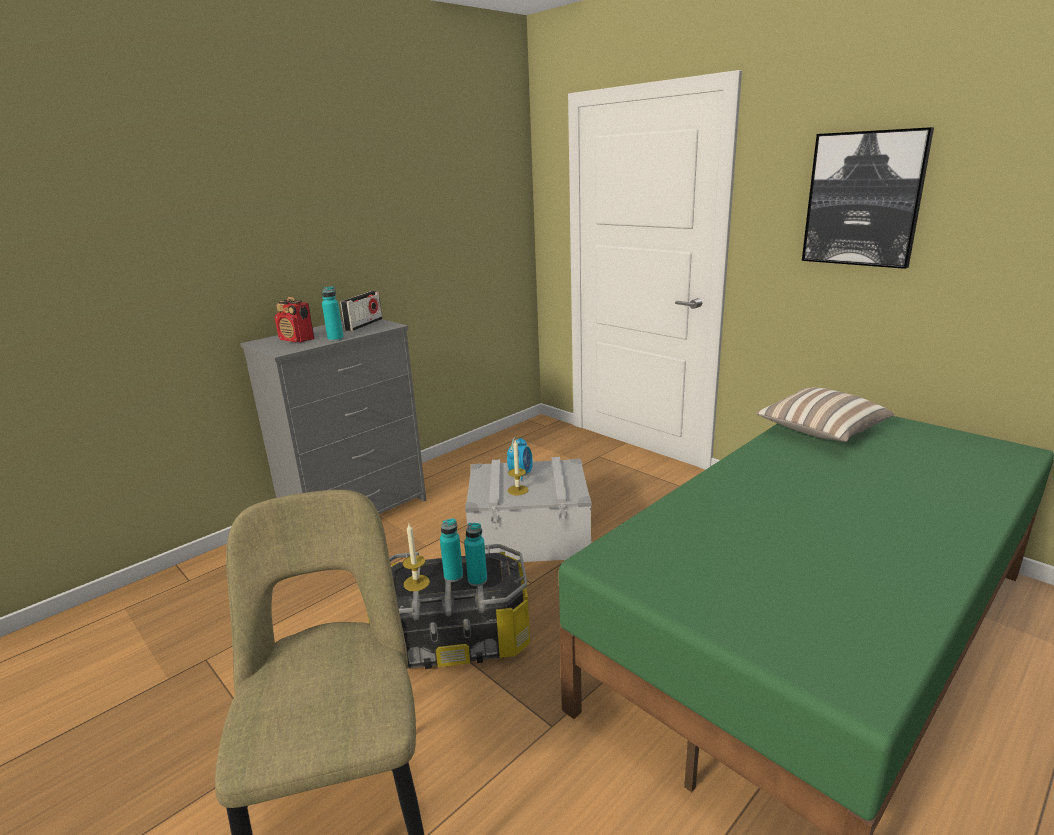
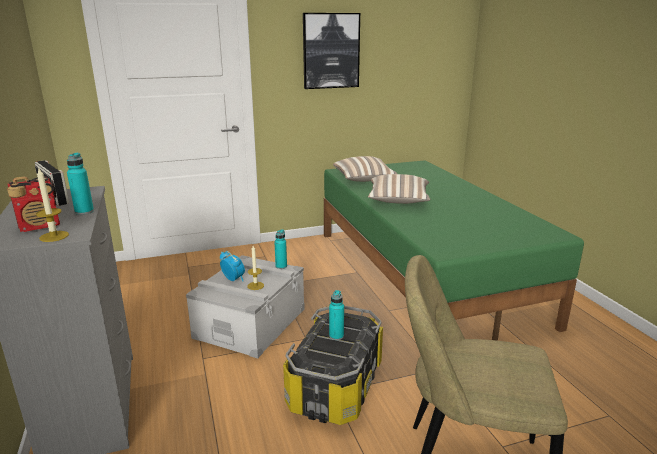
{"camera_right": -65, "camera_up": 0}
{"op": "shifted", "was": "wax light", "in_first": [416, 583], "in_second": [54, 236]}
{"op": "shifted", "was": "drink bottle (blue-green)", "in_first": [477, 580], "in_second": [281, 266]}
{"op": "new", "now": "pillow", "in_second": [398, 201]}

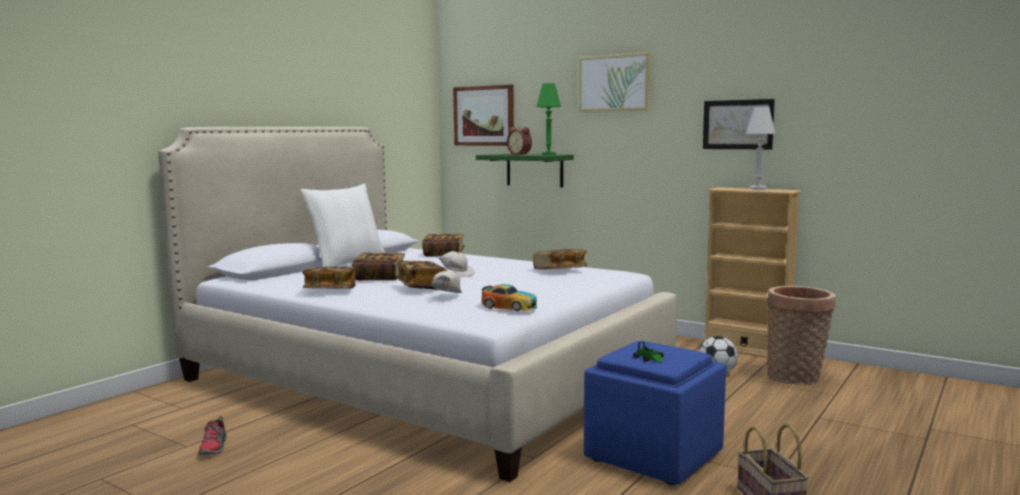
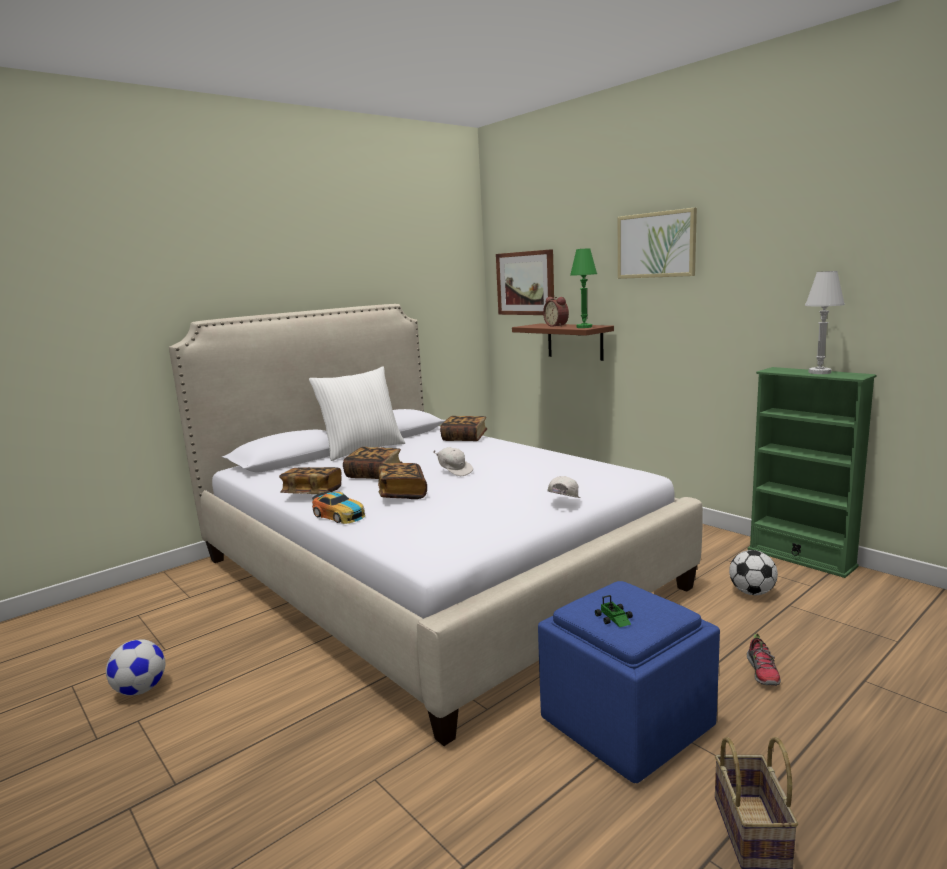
{"camera_right": 15, "camera_up": 5}
{"op": "new", "now": "football ball", "in_second": [140, 690]}
{"op": "shifted", "was": "model car", "in_first": [509, 306], "in_second": [339, 515]}
{"op": "repainted", "was": "wall shelf (green-coloured)", "now": "wall shelf (brown-coloured)", "in_first": [534, 170], "in_second": [575, 341]}
{"op": "shifted", "was": "peaked cap (white)", "in_first": [446, 297], "in_second": [563, 503]}
{"op": "shifted", "was": "low shoe", "in_first": [214, 448], "in_second": [763, 672]}
{"op": "repainted", "was": "bookcase (beige-coloured)", "now": "bookcase (green-coloured)", "in_first": [746, 350], "in_second": [801, 558]}
{"op": "gone", "was": "bound book", "in_first": [560, 271]}
{"op": "gone", "was": "picture", "in_first": [737, 124]}
{"op": "gone", "was": "storage basket", "in_first": [796, 377]}

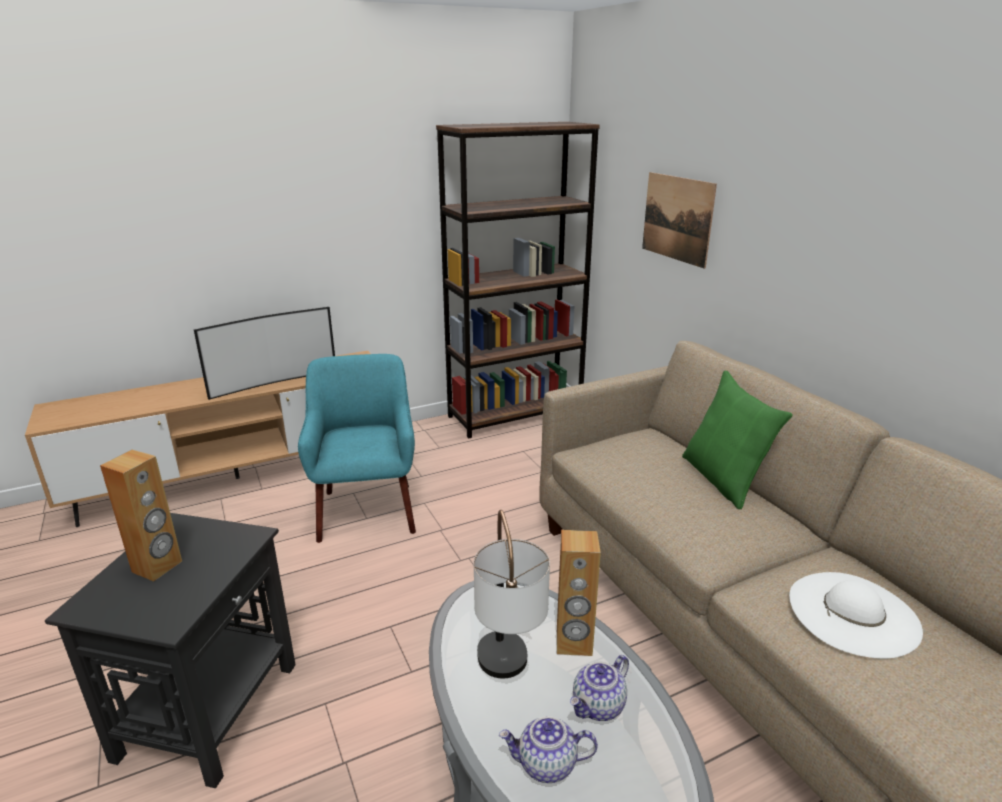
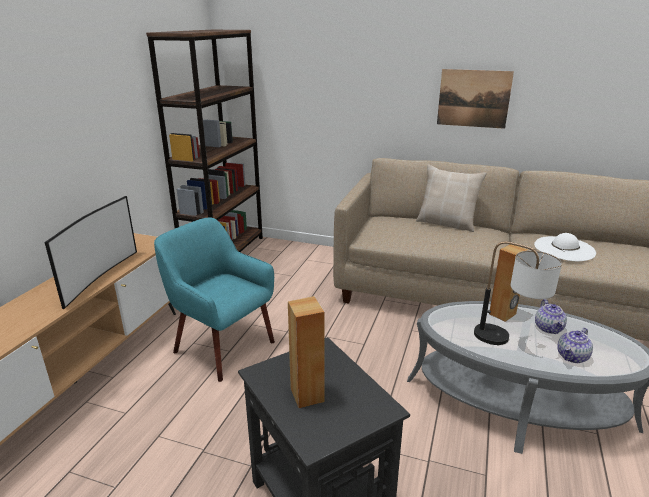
{"camera_right": -45, "camera_up": 0}
{"op": "repainted", "was": "pillow (green-coloured)", "now": "pillow (beige-coloured)", "in_first": [724, 479], "in_second": [447, 223]}
{"op": "shifted", "was": "picture", "in_first": [677, 218], "in_second": [473, 98]}

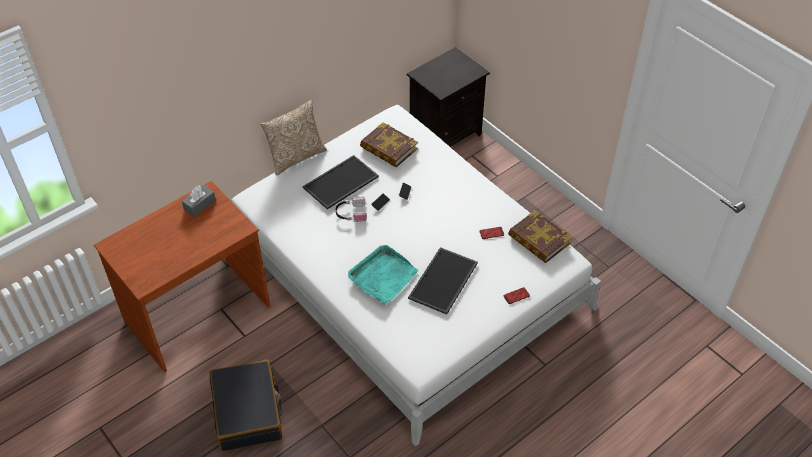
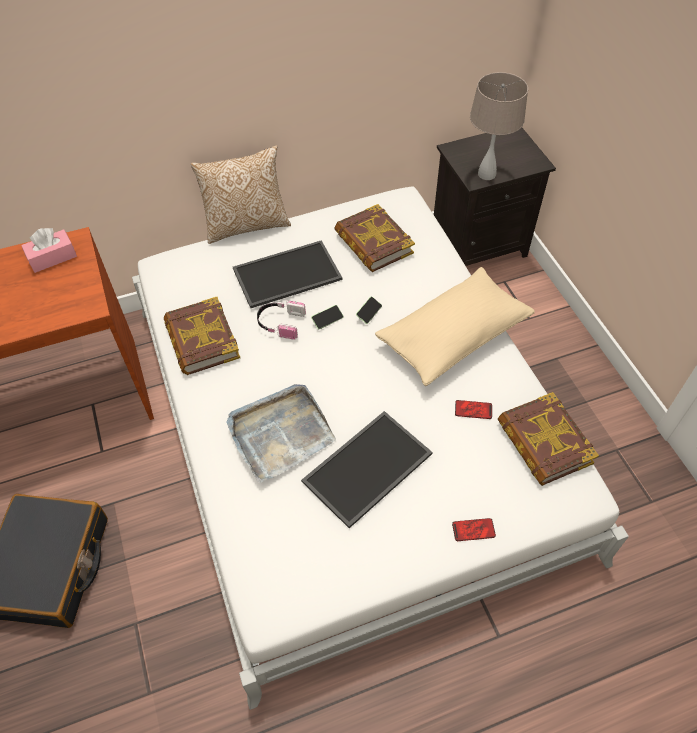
{"camera_right": 20, "camera_up": 5}
{"op": "repainted", "was": "tissue box (gray)", "now": "tissue box (pink)", "in_first": [199, 205], "in_second": [52, 257]}
{"op": "new", "now": "bound book", "in_second": [202, 340]}
{"op": "repainted", "was": "tray (blue-green)", "now": "tray (gray)", "in_first": [382, 276], "in_second": [280, 433]}
{"op": "new", "now": "pillow (beige-coloured)", "in_second": [453, 336]}
{"op": "new", "now": "table lamp (beige-coloured)", "in_second": [487, 174]}

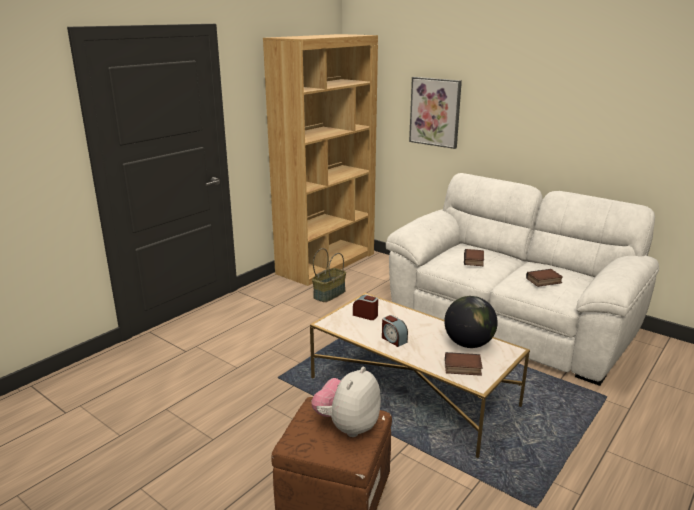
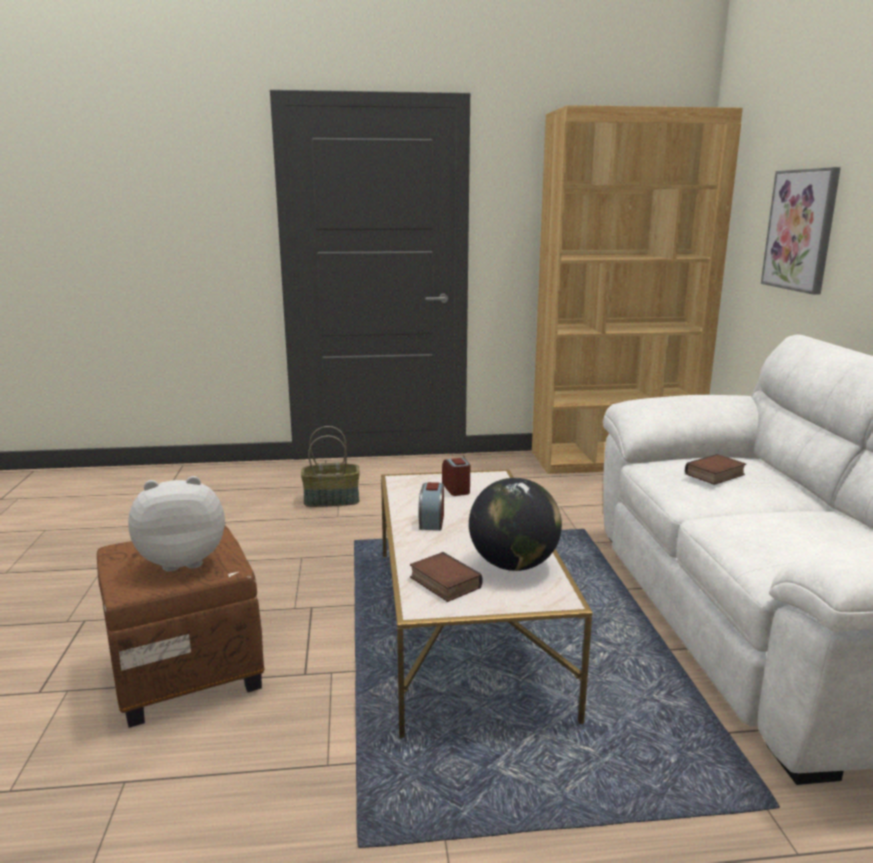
{"camera_right": 45, "camera_up": -5}
{"op": "shifted", "was": "storage basket", "in_first": [329, 294], "in_second": [332, 500]}
{"op": "gone", "was": "bound book", "in_first": [544, 281]}

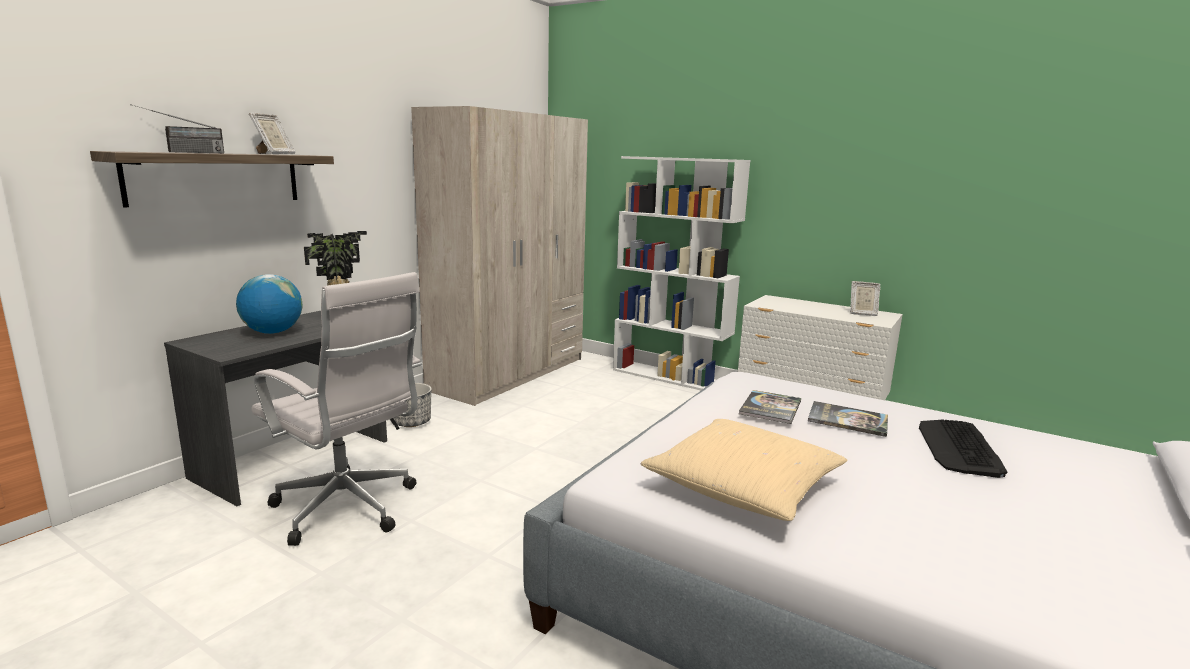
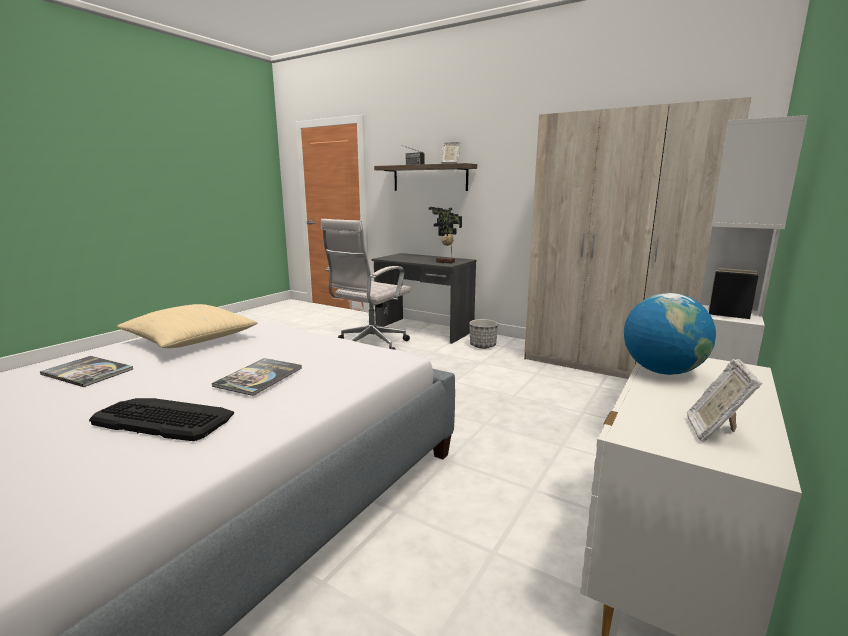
{"camera_right": 90, "camera_up": 0}
{"op": "shifted", "was": "bound book", "in_first": [770, 408], "in_second": [87, 372]}
{"op": "shifted", "was": "globe", "in_first": [272, 332], "in_second": [662, 371]}

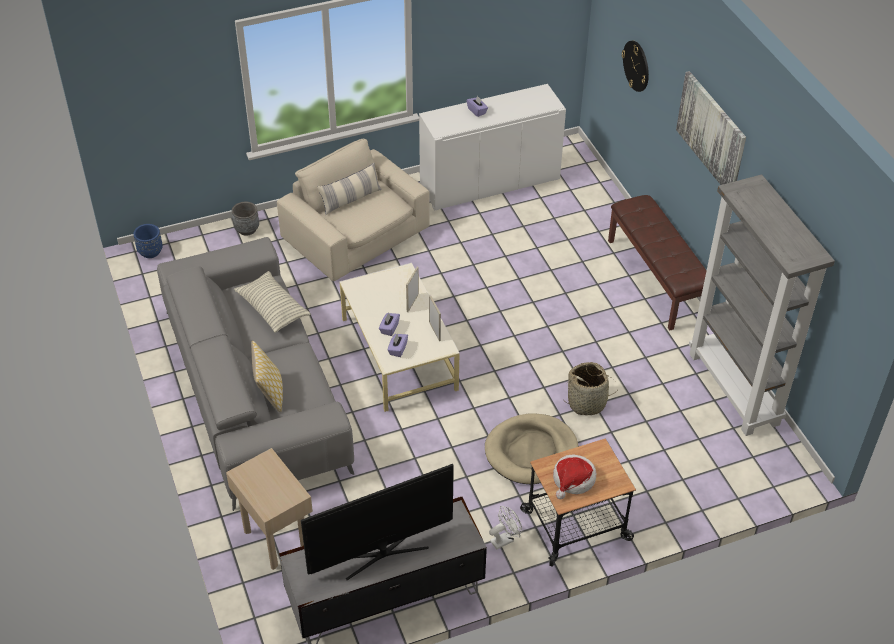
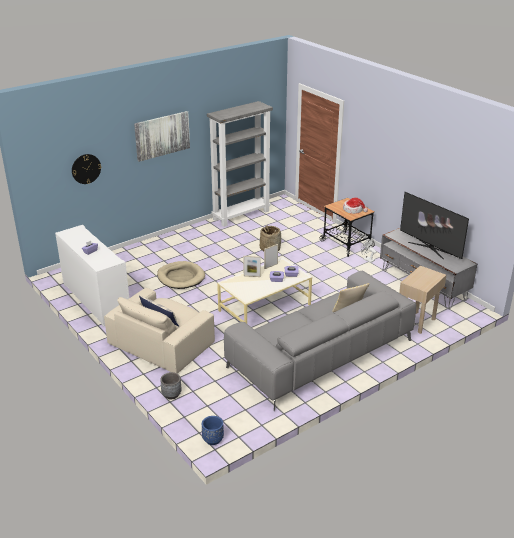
{"camera_right": -105, "camera_up": -15}
{"op": "shifted", "was": "pet bed (beige-coloured)", "in_first": [531, 451], "in_second": [181, 277]}
{"op": "gone", "was": "pillow", "in_first": [272, 309]}
{"op": "gone", "was": "indoor bench (brown-coloured)", "in_first": [656, 279]}

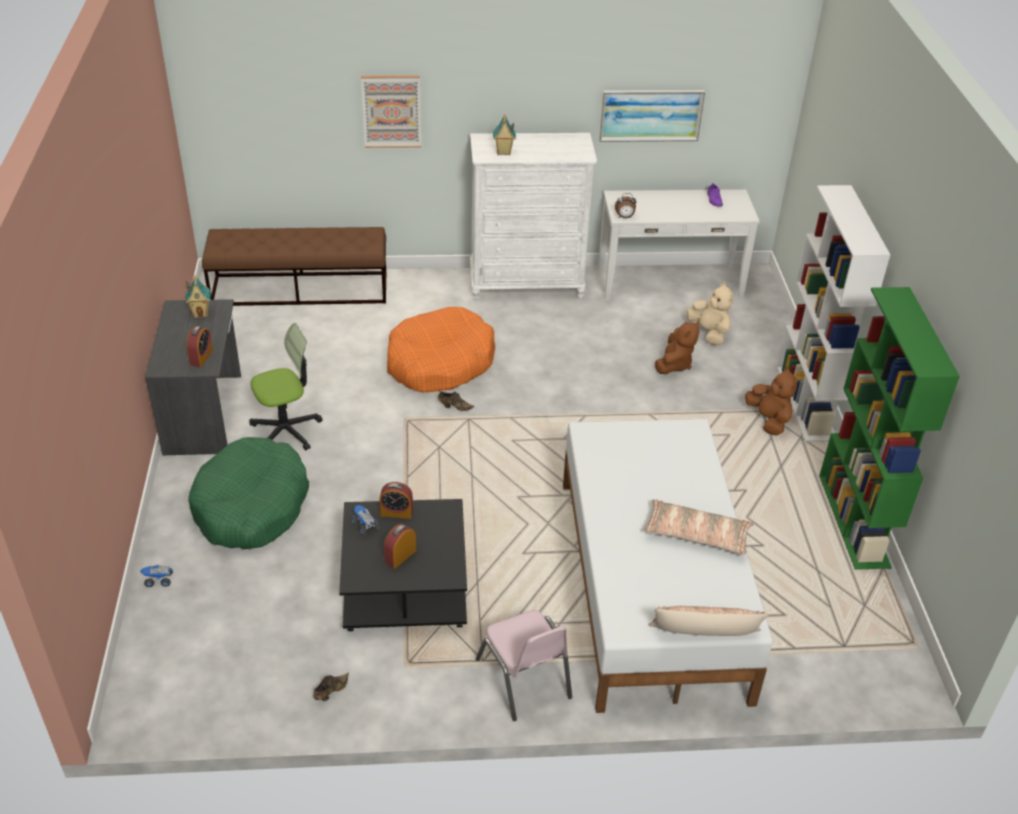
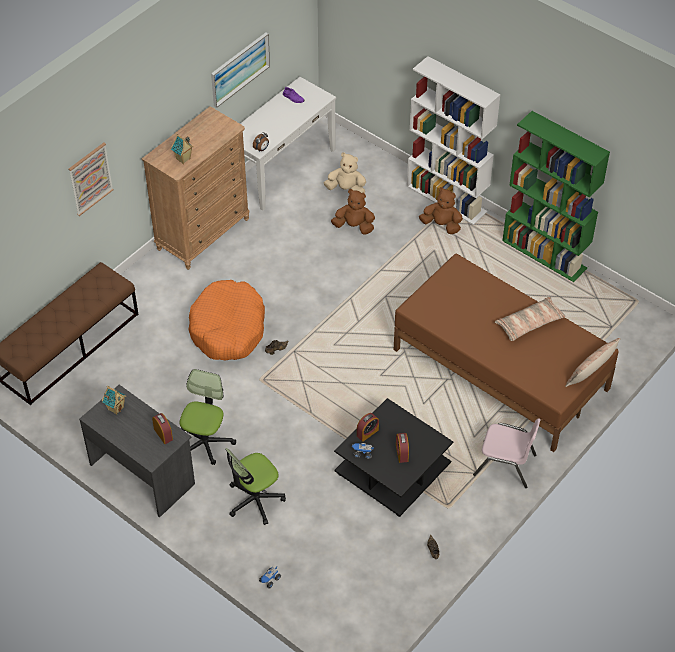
{"camera_right": -45, "camera_up": 10}
{"op": "repainted", "was": "dresser (white)", "now": "dresser (brown-coloured)", "in_first": [526, 284], "in_second": [203, 234]}
{"op": "swapped", "was": "pet bed (green-coloured)", "now": "desk chair", "in_first": [251, 506], "in_second": [255, 500]}
{"op": "rotated", "was": "soft toy (brown-coloured)", "in_first": [674, 364], "in_second": [354, 226], "clockwise": -60}
{"op": "repainted", "was": "sleeping bed (white)", "now": "sleeping bed (brown-coloured)", "in_first": [649, 587], "in_second": [500, 370]}

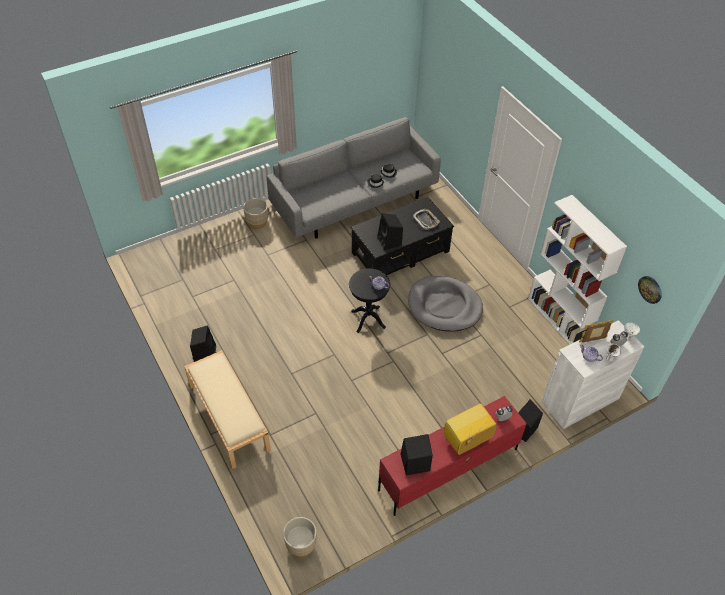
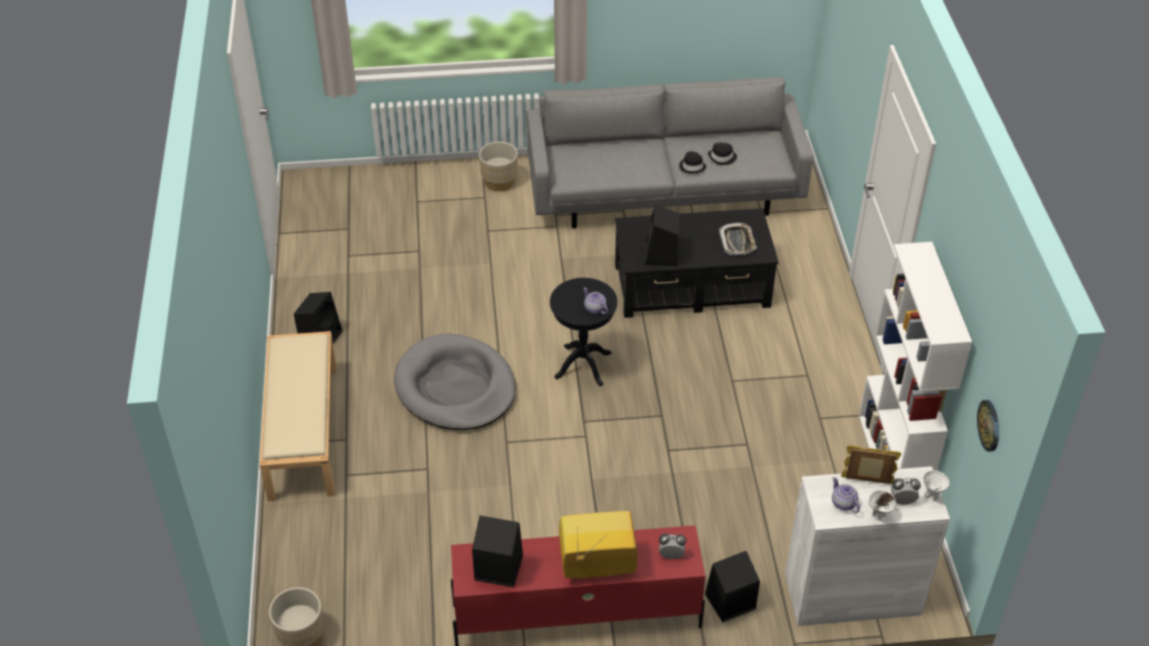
{"camera_right": 25, "camera_up": -5}
{"op": "shifted", "was": "pet bed (gray)", "in_first": [444, 306], "in_second": [455, 387]}

